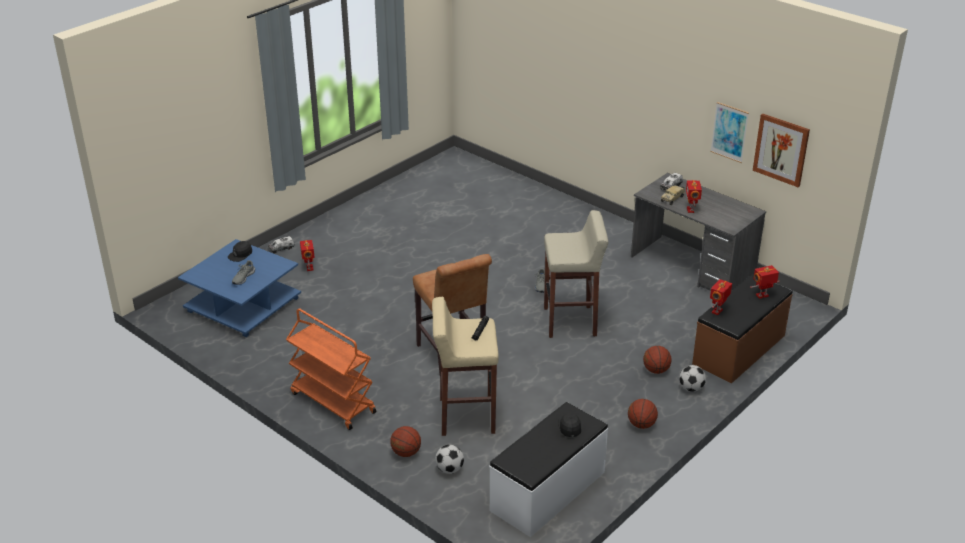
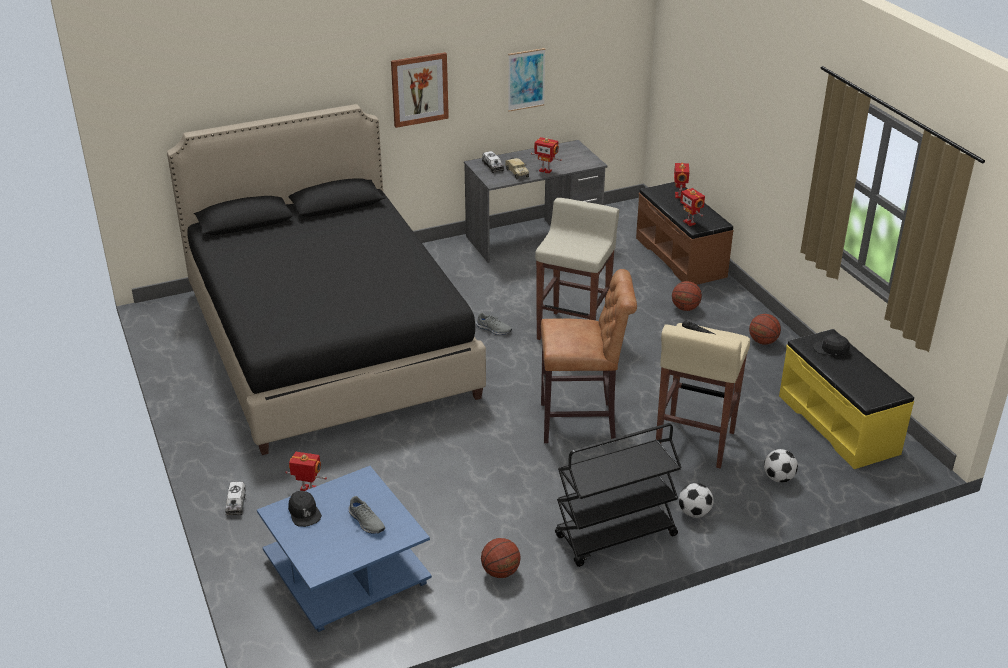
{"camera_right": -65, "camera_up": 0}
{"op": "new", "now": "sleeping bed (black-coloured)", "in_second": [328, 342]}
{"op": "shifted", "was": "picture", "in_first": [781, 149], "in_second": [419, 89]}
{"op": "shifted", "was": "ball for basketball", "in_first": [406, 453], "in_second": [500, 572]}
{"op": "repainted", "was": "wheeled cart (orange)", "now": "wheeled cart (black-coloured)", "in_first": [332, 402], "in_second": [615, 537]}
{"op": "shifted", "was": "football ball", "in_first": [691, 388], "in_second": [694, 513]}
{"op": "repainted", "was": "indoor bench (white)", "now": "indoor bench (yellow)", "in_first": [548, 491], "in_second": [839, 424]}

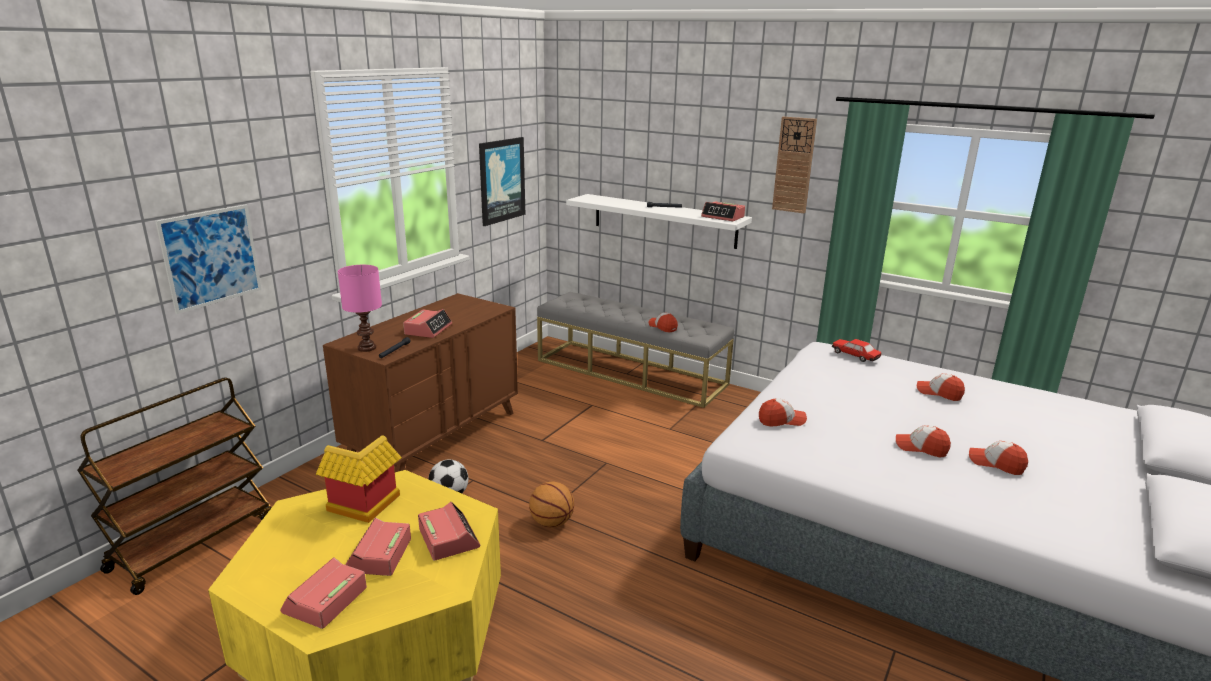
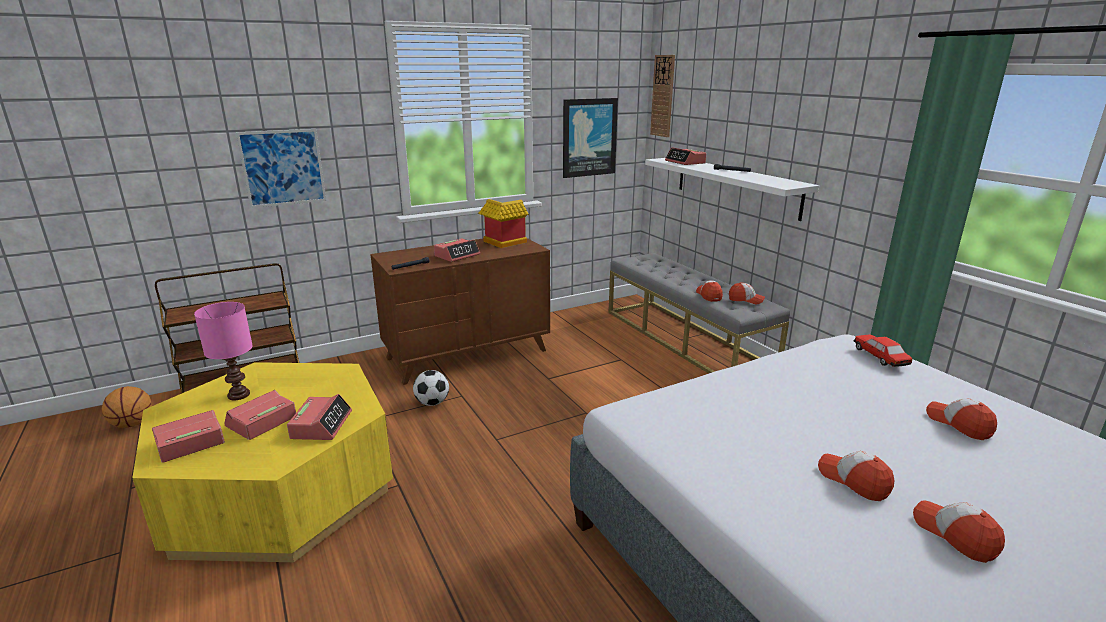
{"camera_right": 30, "camera_up": 0}
{"op": "shifted", "was": "ball for basketball", "in_first": [552, 523], "in_second": [133, 424]}
{"op": "shifted", "was": "table lamp (pink)", "in_first": [366, 348], "in_second": [238, 395]}
{"op": "shifted", "was": "model house", "in_first": [363, 508], "in_second": [503, 243]}
{"op": "shifted", "was": "hanging clock", "in_first": [794, 165], "in_second": [663, 96]}
{"op": "shifted", "was": "alarm clock", "in_first": [723, 217], "in_second": [685, 162]}
{"op": "shifted", "was": "peaked cap", "in_first": [781, 420], "in_second": [746, 300]}

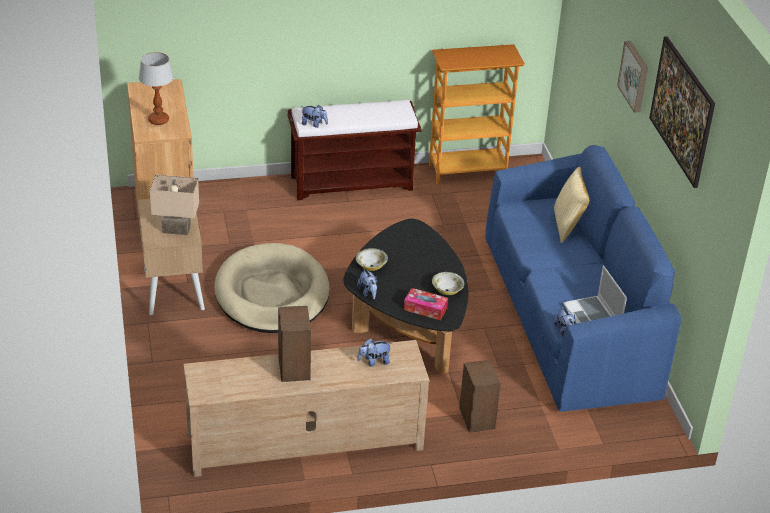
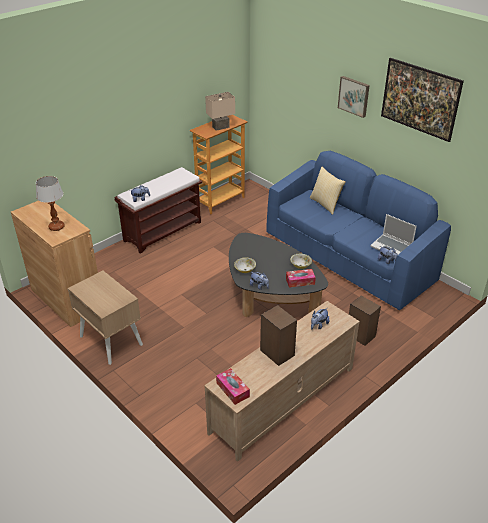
{"camera_right": -30, "camera_up": 0}
{"op": "shifted", "was": "table lamp (beige-coloured)", "in_first": [175, 230], "in_second": [221, 127]}
{"op": "new", "now": "tissue box", "in_second": [232, 390]}
{"op": "gone", "was": "pet bed (beige-coloured)", "in_first": [272, 294]}

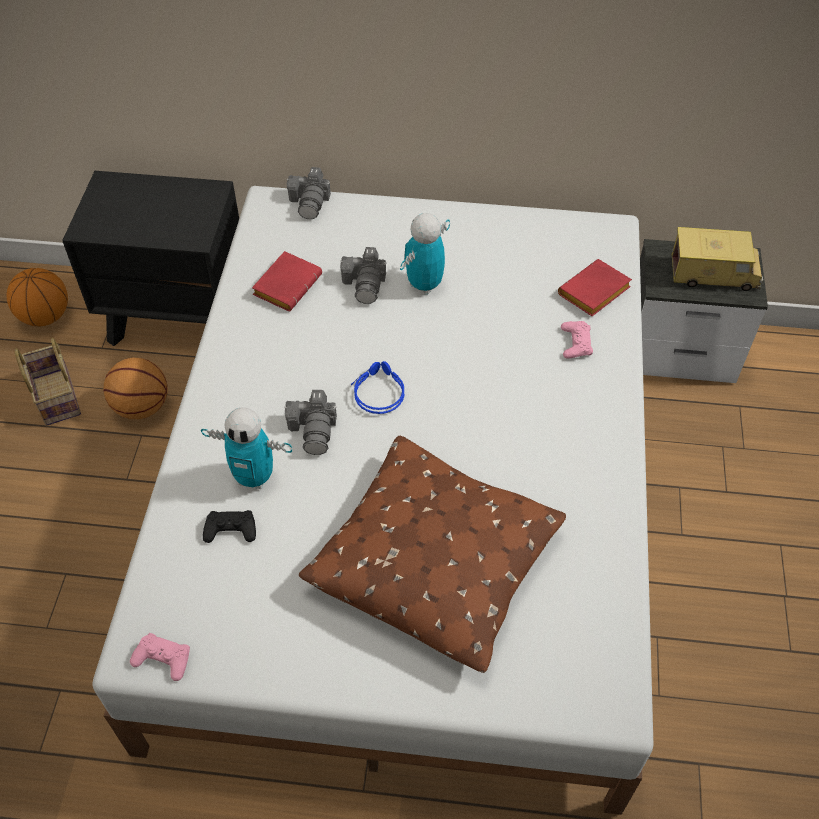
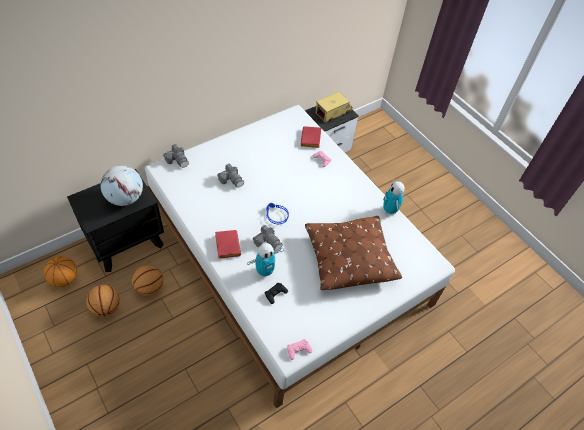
{"camera_right": -45, "camera_up": 0}
{"op": "swapped", "was": "storage basket", "now": "ball for basketball", "in_first": [55, 396], "in_second": [106, 307]}
{"op": "new", "now": "globe", "in_second": [125, 198]}
{"op": "shifted", "was": "bound book (reddish)", "in_first": [287, 284], "in_second": [226, 245]}
{"op": "shifted", "was": "toy robot", "in_first": [424, 285], "in_second": [389, 210]}

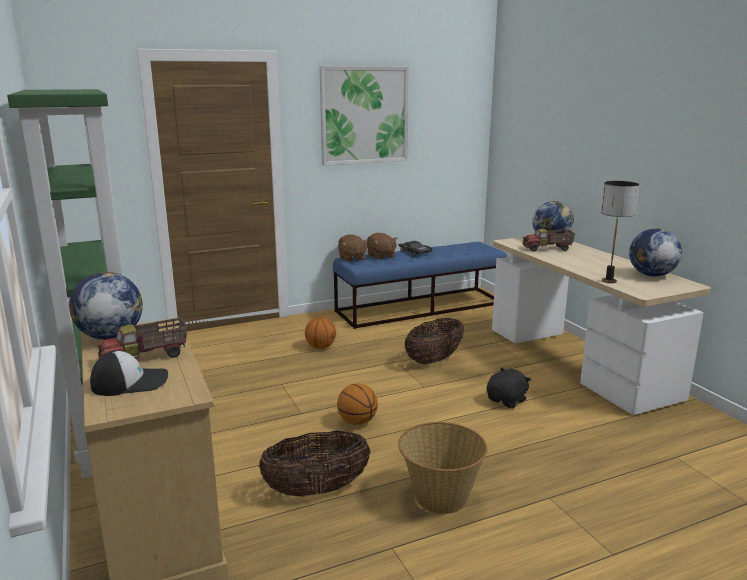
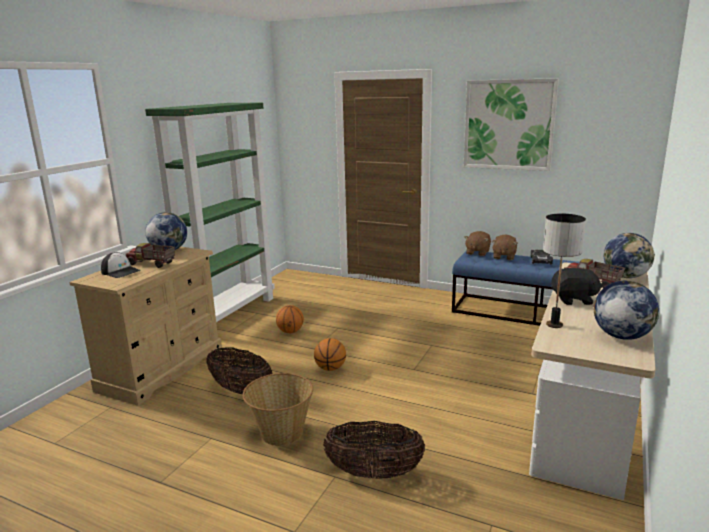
{"camera_right": 50, "camera_up": 0}
{"op": "shifted", "was": "ball for basketball", "in_first": [320, 347], "in_second": [290, 331]}
{"op": "shifted", "was": "storage basket", "in_first": [434, 360], "in_second": [374, 473]}
{"op": "shifted", "was": "soft toy (black-coloured)", "in_first": [507, 400], "in_second": [574, 300]}

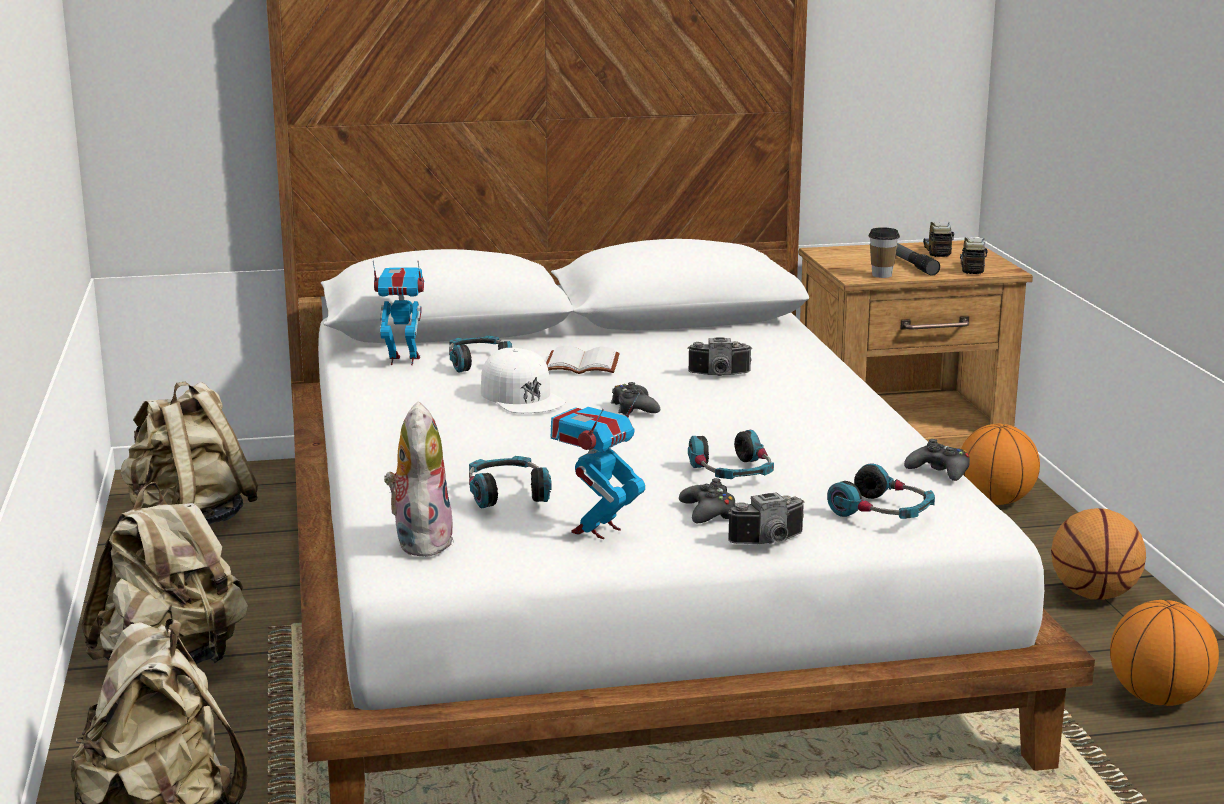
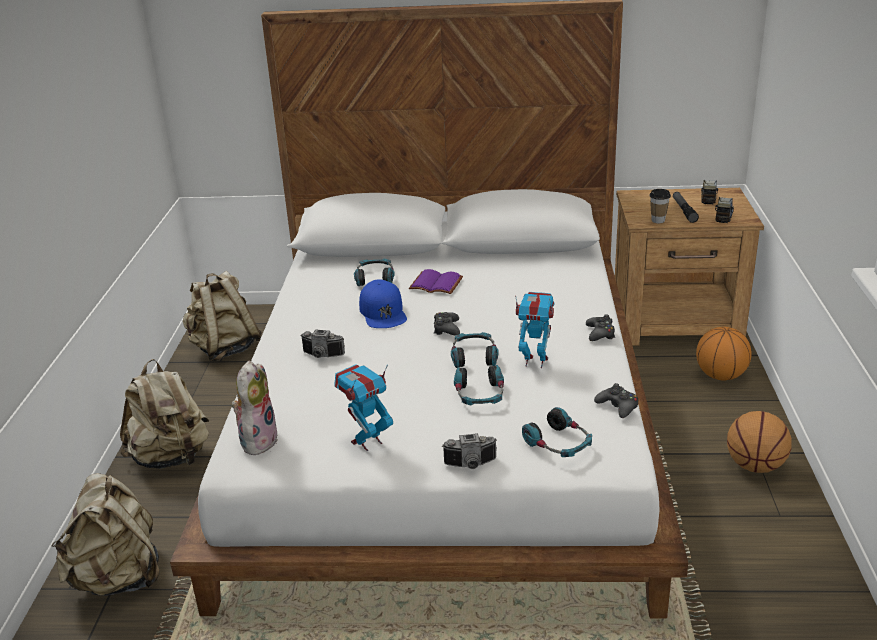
{"camera_right": 15, "camera_up": 10}
{"op": "shifted", "was": "photo camera", "in_first": [719, 375], "in_second": [321, 356]}
{"op": "repainted", "was": "peaked cap (white)", "now": "peaked cap (bluish)", "in_first": [522, 396], "in_second": [383, 312]}
{"op": "repainted", "was": "bound book (white)", "now": "bound book (purplish)", "in_first": [583, 364], "in_second": [437, 283]}
{"op": "shifted", "was": "pair of headphones", "in_first": [507, 493], "in_second": [474, 356]}
{"op": "shifted", "was": "toy robot", "in_first": [403, 360], "in_second": [535, 361]}
{"op": "shifted", "was": "joypad (black-coloured)", "in_first": [708, 512], "in_second": [600, 333]}
{"op": "gone", "was": "ball for basketball", "in_first": [1158, 698]}

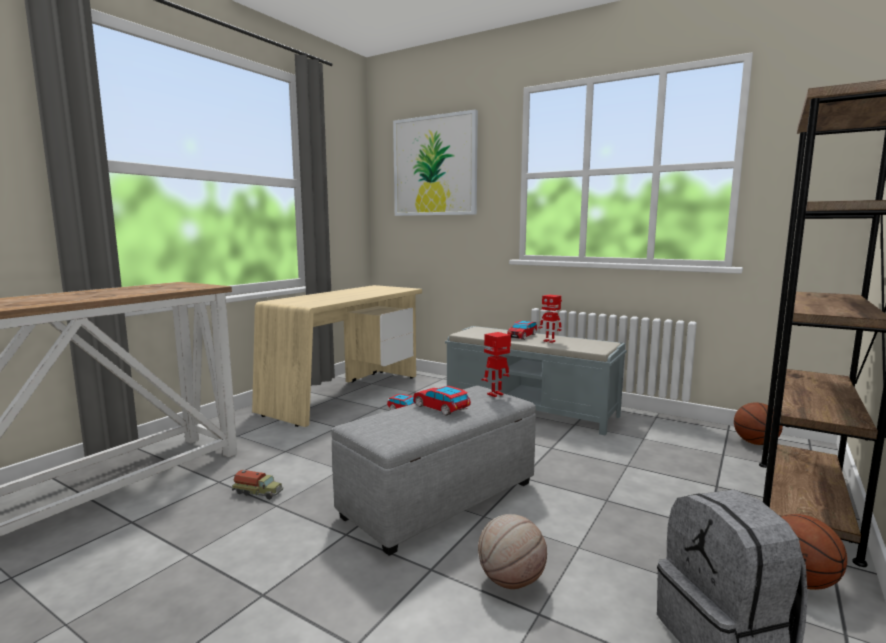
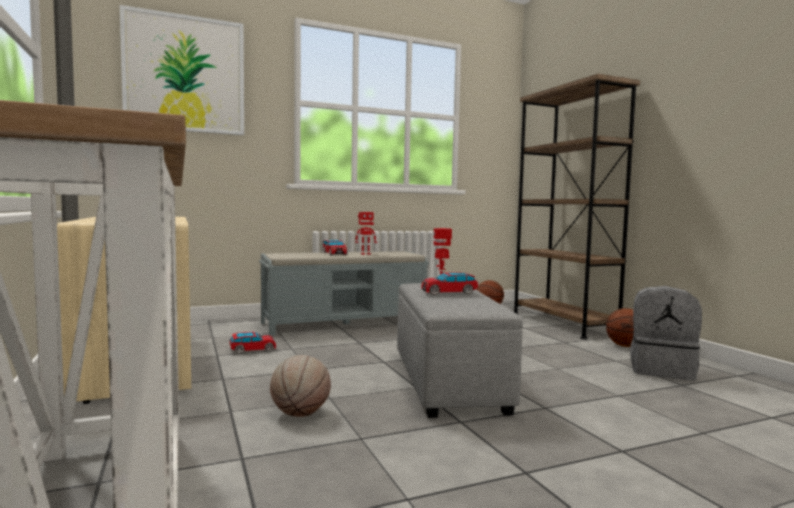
{"camera_right": -55, "camera_up": -5}
{"op": "shifted", "was": "ball for basketball", "in_first": [510, 581], "in_second": [300, 414]}
{"op": "gone", "was": "toy lorry", "in_first": [258, 492]}

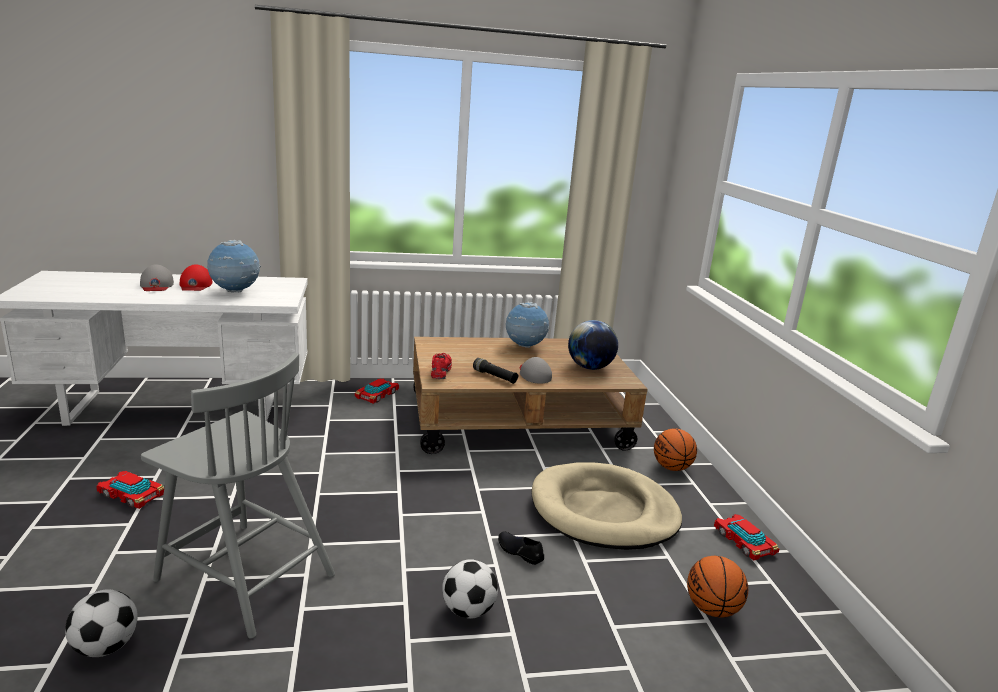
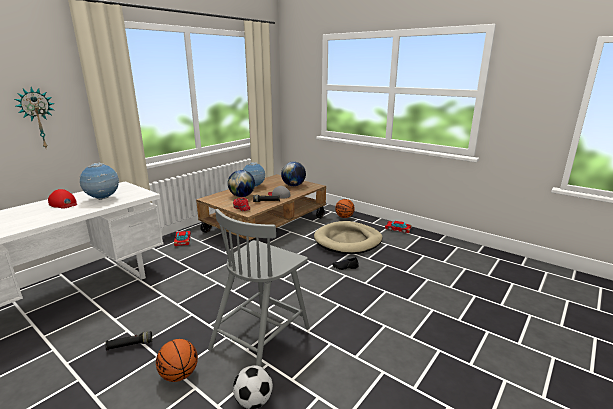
{"camera_right": -40, "camera_up": 0}
{"op": "new", "now": "hanging clock", "in_second": [37, 118]}
{"op": "swapped", "was": "model car", "now": "hand torch (black-coloured)", "in_first": [132, 494], "in_second": [130, 345]}
{"op": "shifted", "was": "ball for basketball", "in_first": [711, 609], "in_second": [179, 375]}
{"op": "rotated", "was": "upright chair (gray)", "in_first": [243, 575], "in_second": [261, 337], "clockwise": 135}
{"op": "new", "now": "globe", "in_second": [242, 196]}
{"op": "gone", "was": "peaked cap (gray)", "in_first": [156, 285]}
{"op": "gone", "was": "football ball", "in_first": [468, 610]}

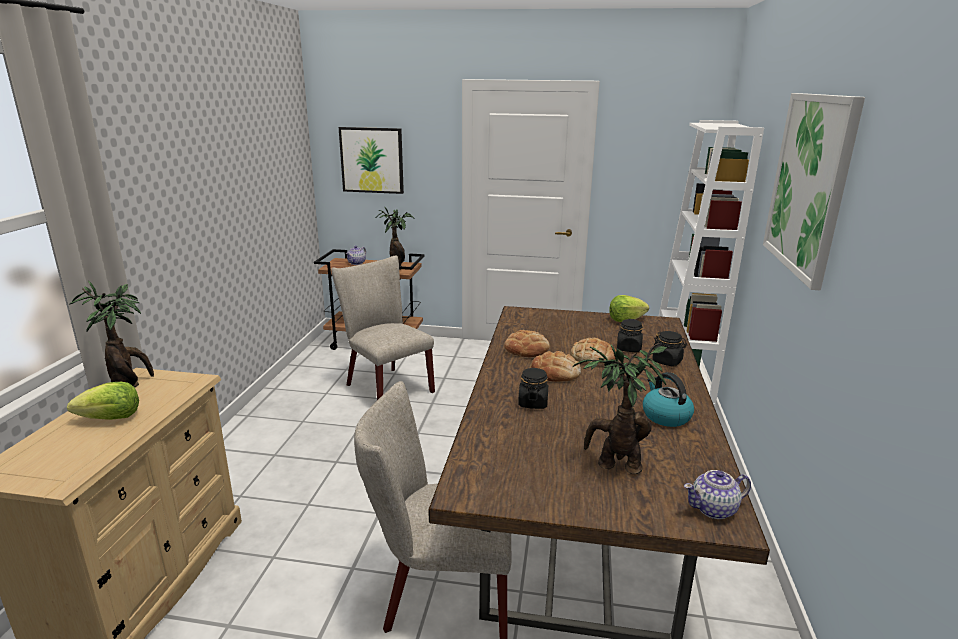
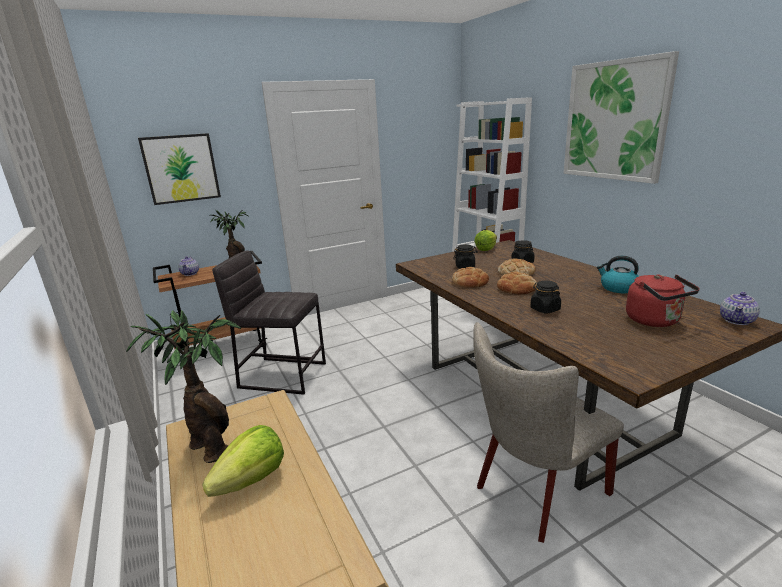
{"camera_right": -35, "camera_up": 0}
{"op": "swapped", "was": "upright chair (beige-coloured)", "now": "stool seat (gray)", "in_first": [385, 386], "in_second": [282, 374]}
{"op": "shifted", "was": "storage jar (black-coloured)", "in_first": [667, 361], "in_second": [465, 266]}
{"op": "swapped", "was": "potted plant", "now": "water kettle (reddish)", "in_first": [614, 464], "in_second": [655, 321]}

